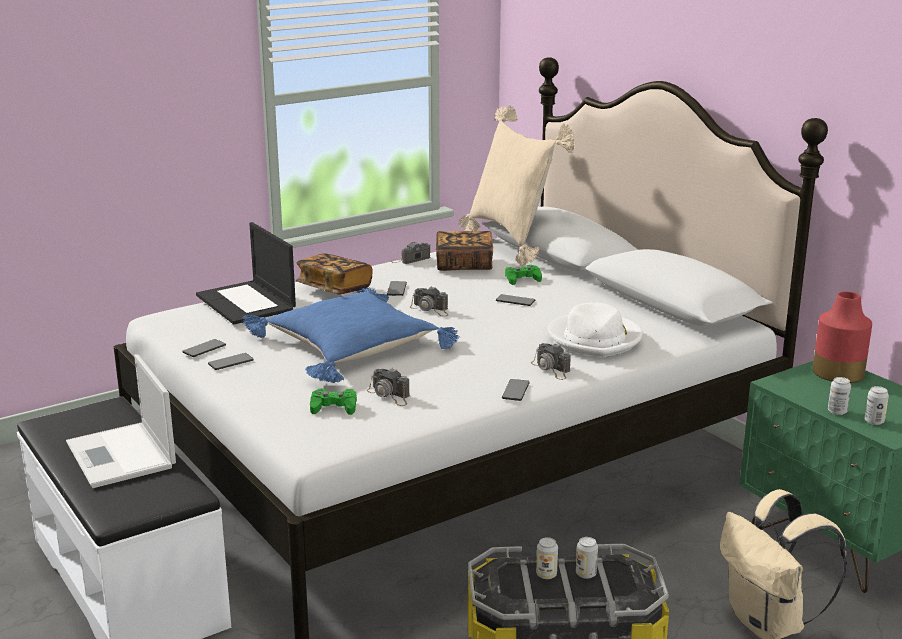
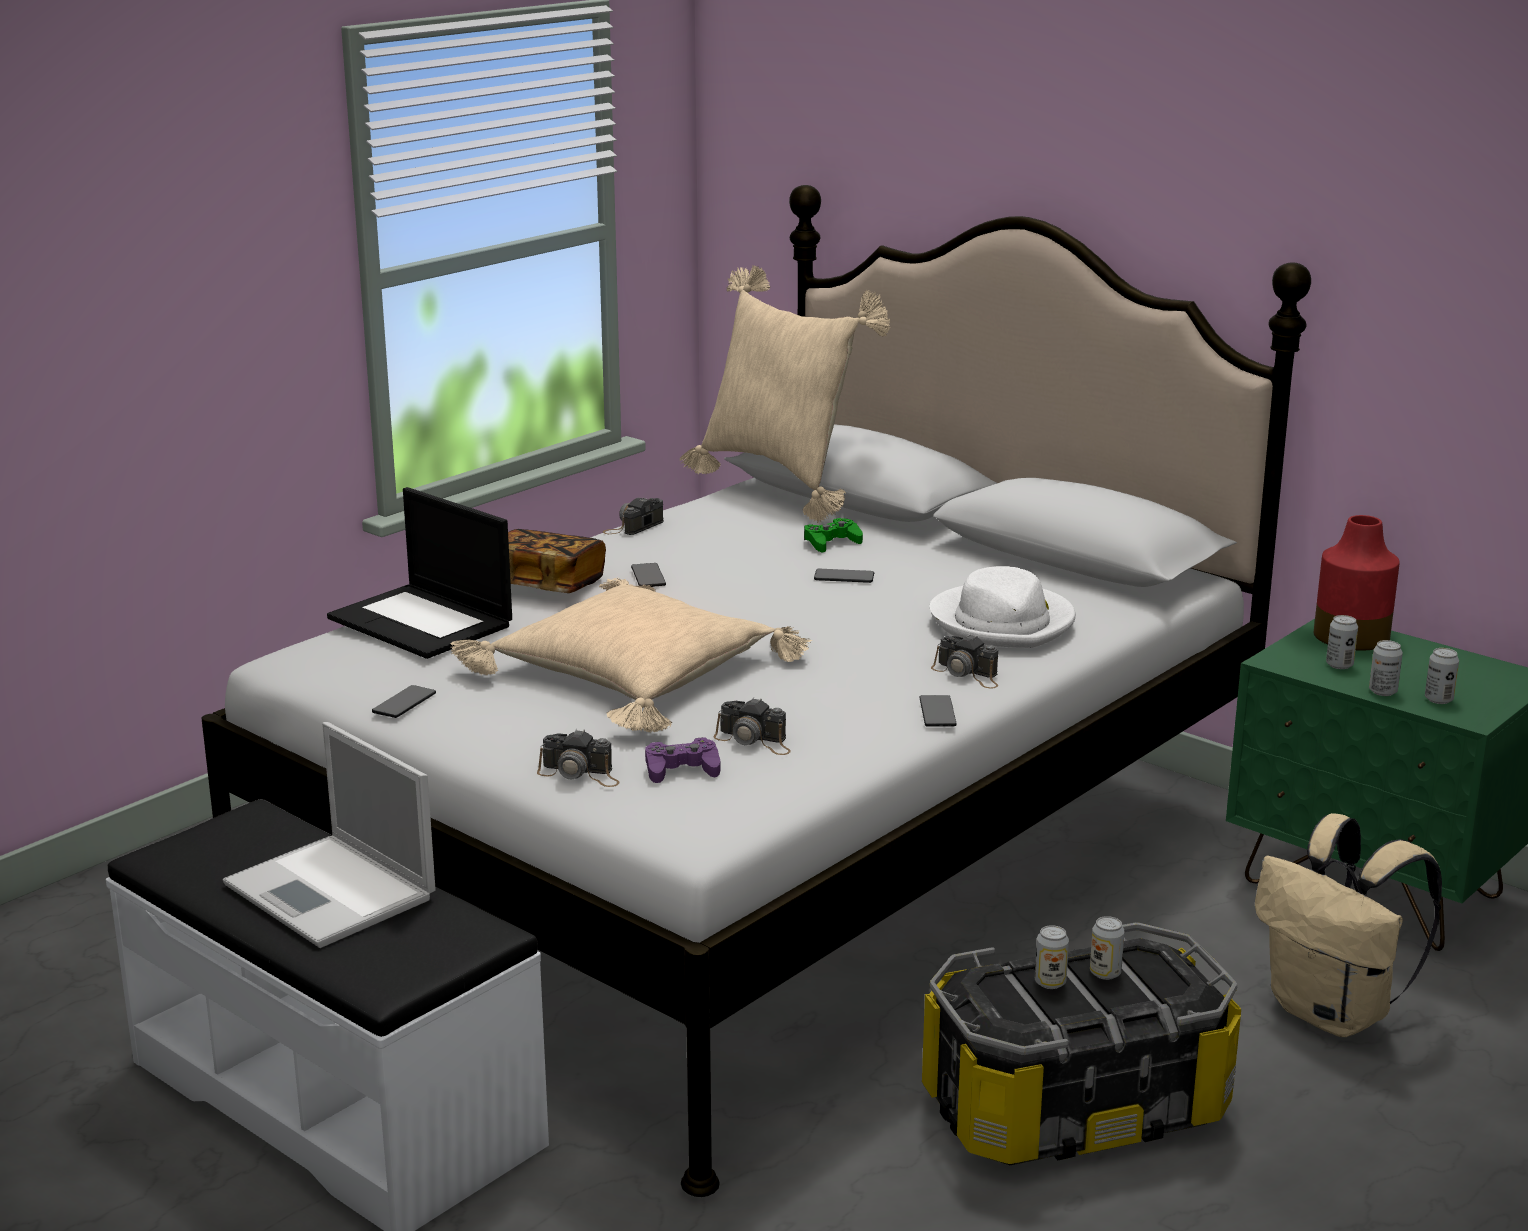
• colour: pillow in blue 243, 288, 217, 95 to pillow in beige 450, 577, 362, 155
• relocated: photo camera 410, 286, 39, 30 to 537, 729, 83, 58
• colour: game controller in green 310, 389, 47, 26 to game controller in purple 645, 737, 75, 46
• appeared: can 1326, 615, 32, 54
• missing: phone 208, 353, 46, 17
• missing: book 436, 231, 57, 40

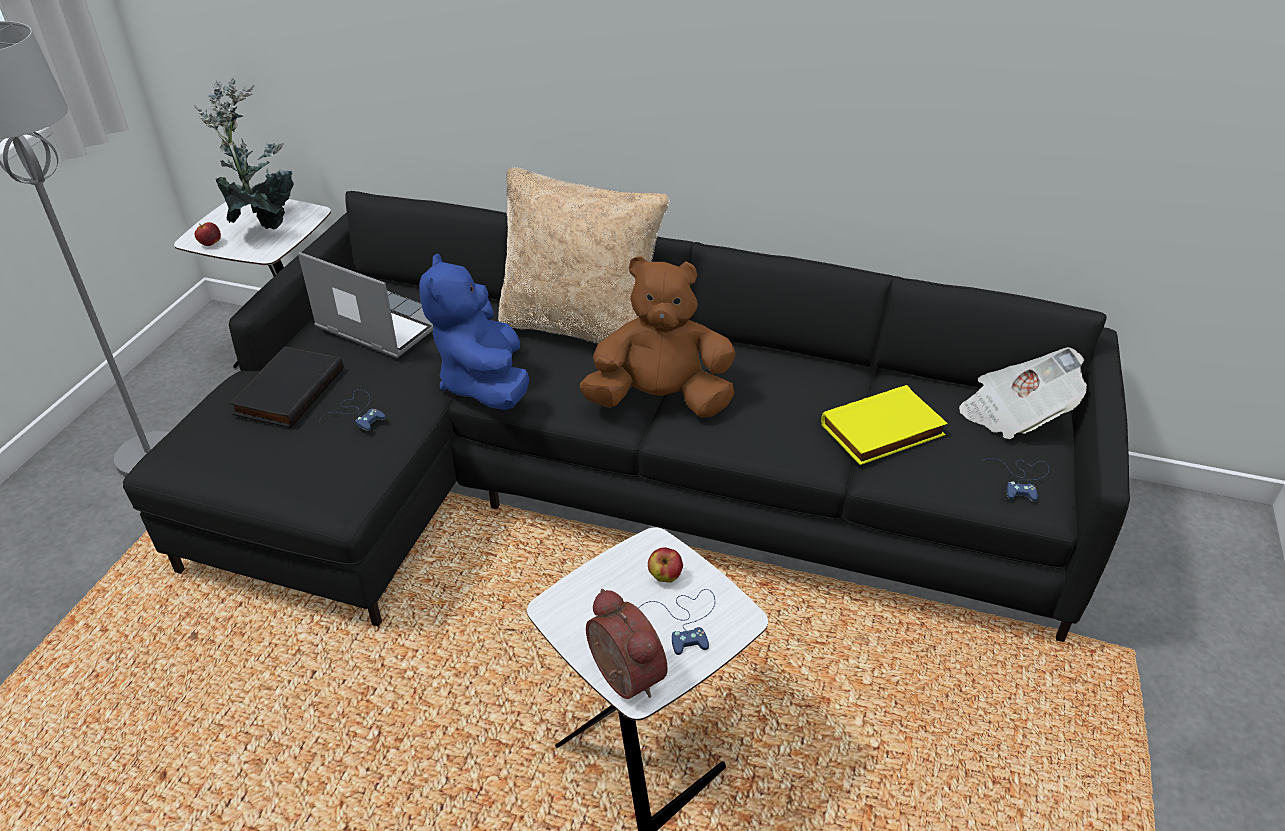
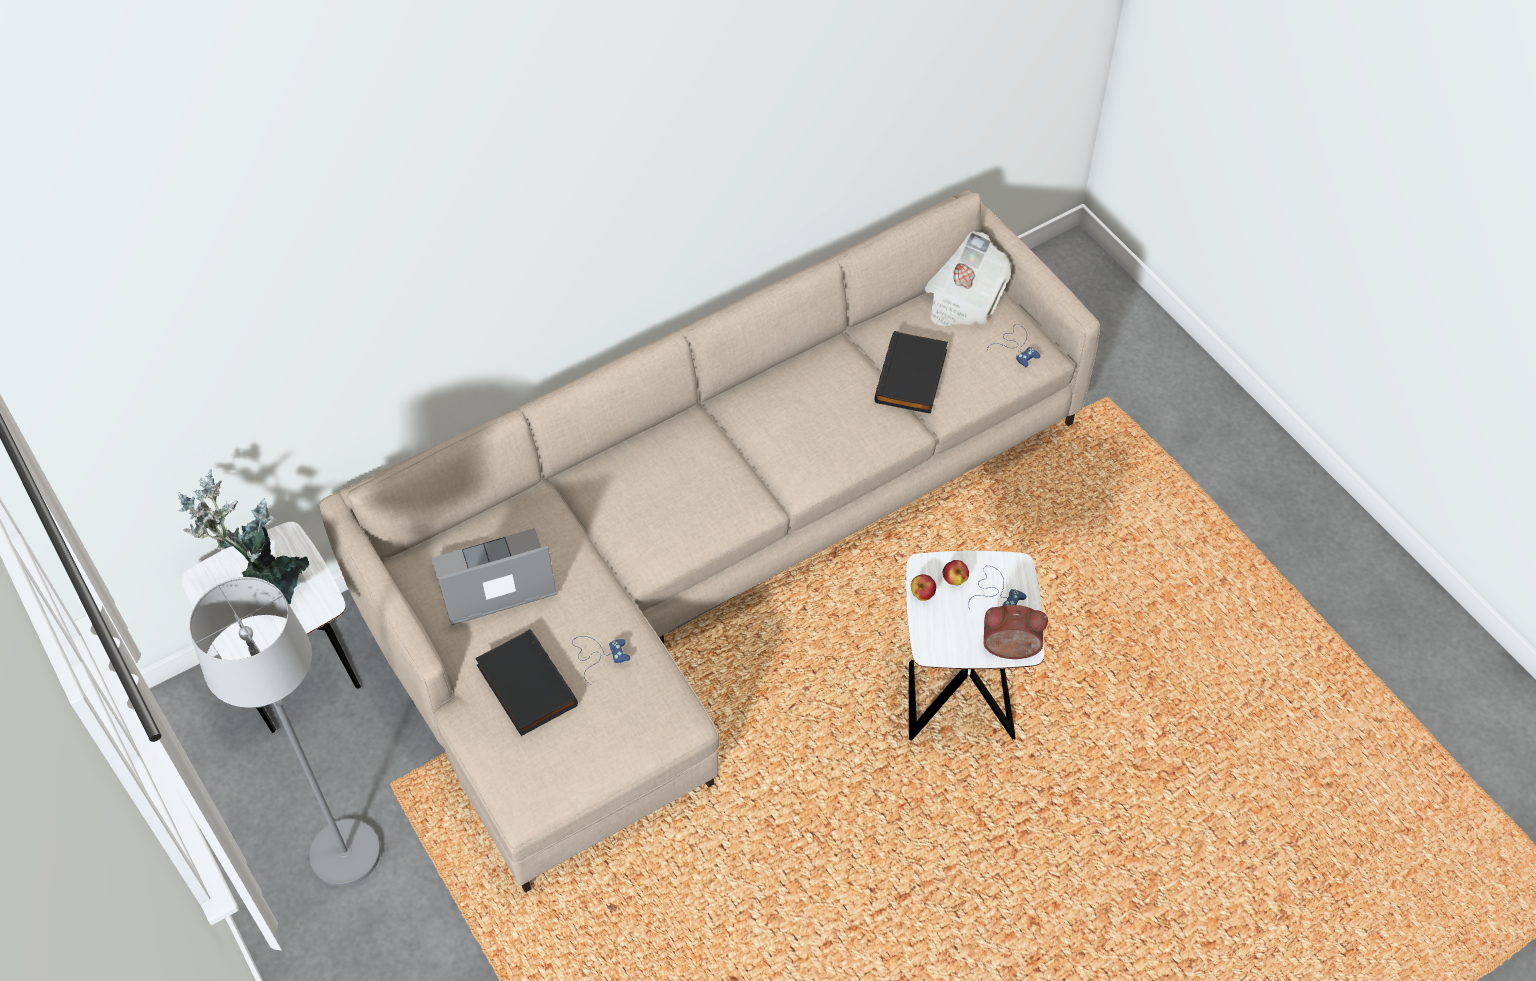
• colour: sofa in black 123, 191, 1007, 451 to sofa in beige 319, 190, 781, 703
• colour: book in yellow 821, 385, 127, 80 to book in black 874, 331, 74, 83
• relocated: apple 195, 222, 26, 24 to 911, 574, 25, 27
• missing: plush toy in blue 419, 253, 110, 157
• missing: pillow in beige 498, 167, 172, 177
• missing: plush toy in brown 580, 256, 155, 162

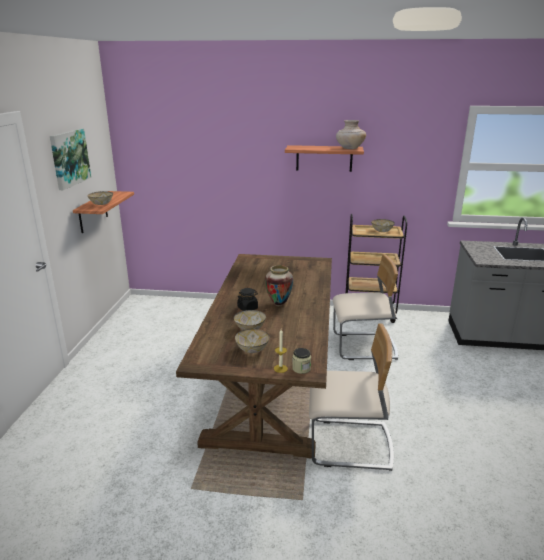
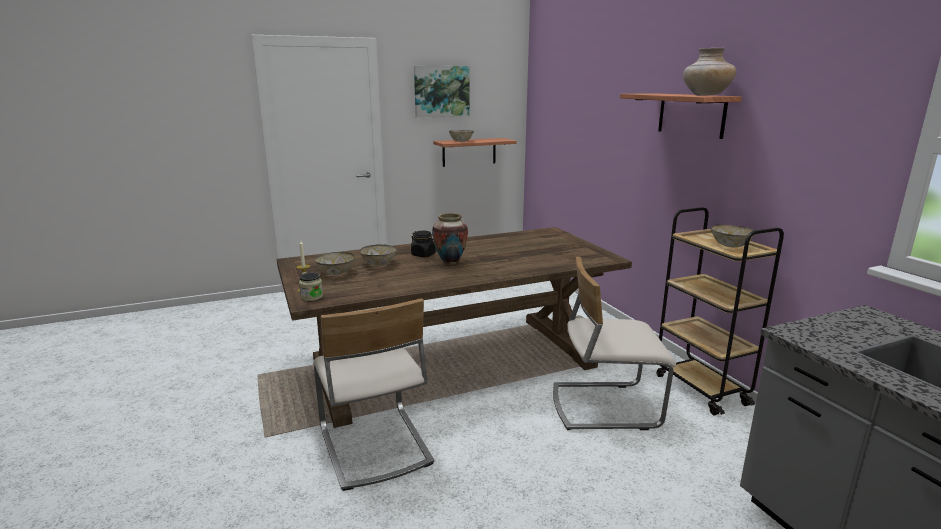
• spun: chair in beige 333, 254, 65, 106 = 553, 257, 123, 173 120 degrees clockwise

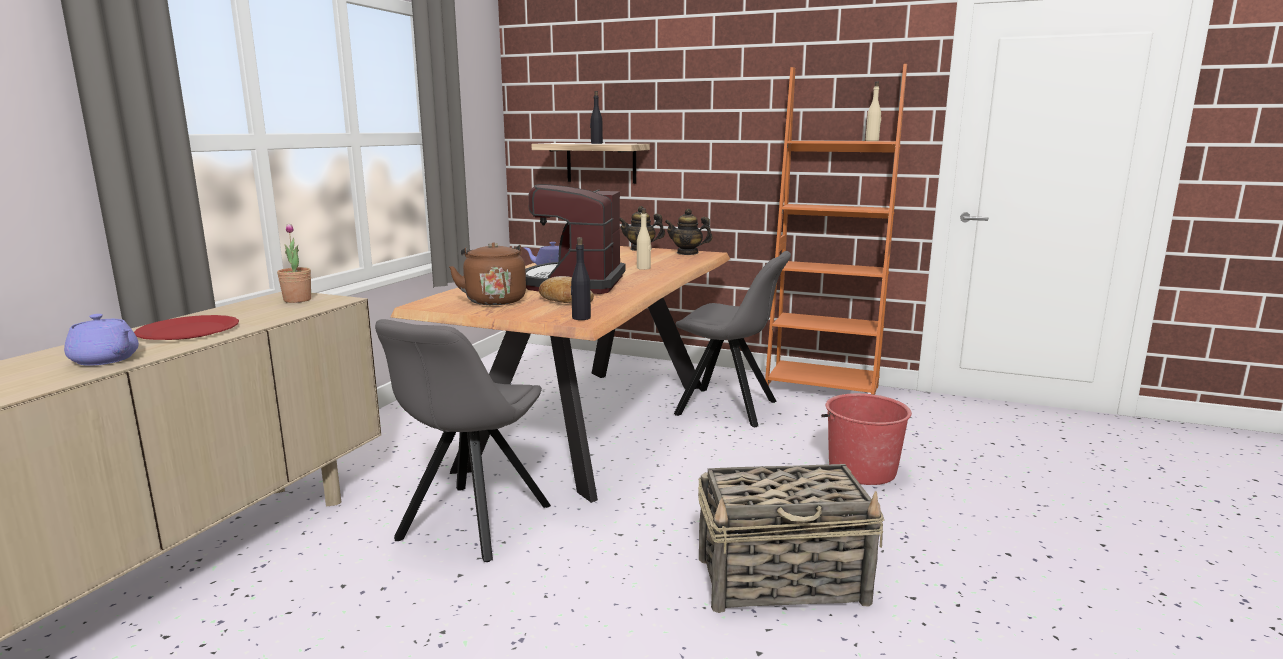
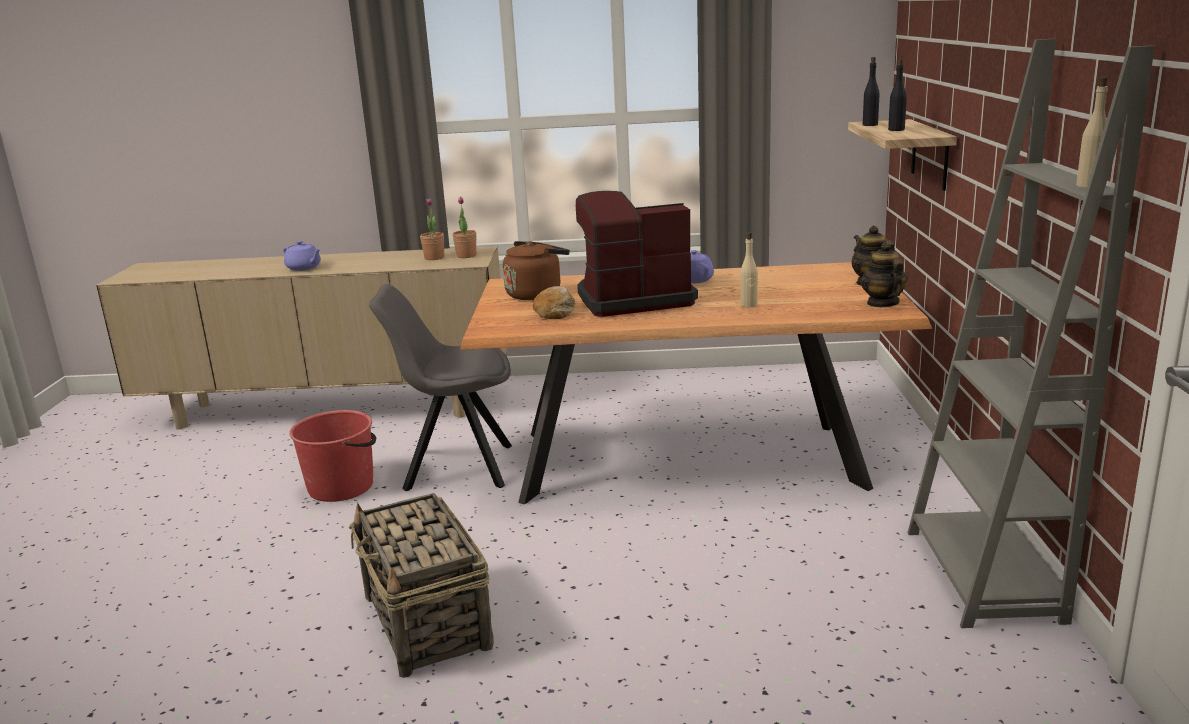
• spun: teapot in purple 64, 314, 75, 52 = 283, 241, 38, 30 60 degrees counterclockwise
• relocated: bucket in red 821, 393, 91, 92 to 289, 410, 87, 92
• appeared: potted plant 420, 199, 24, 61
• relocated: bottle in black 571, 237, 20, 83 to 863, 57, 16, 69
• colour: bookcase in orange 764, 64, 143, 331 to bookcase in grey 908, 39, 247, 589
• missing: plate in red 134, 315, 105, 25
• missing: chair in grey 674, 251, 117, 176

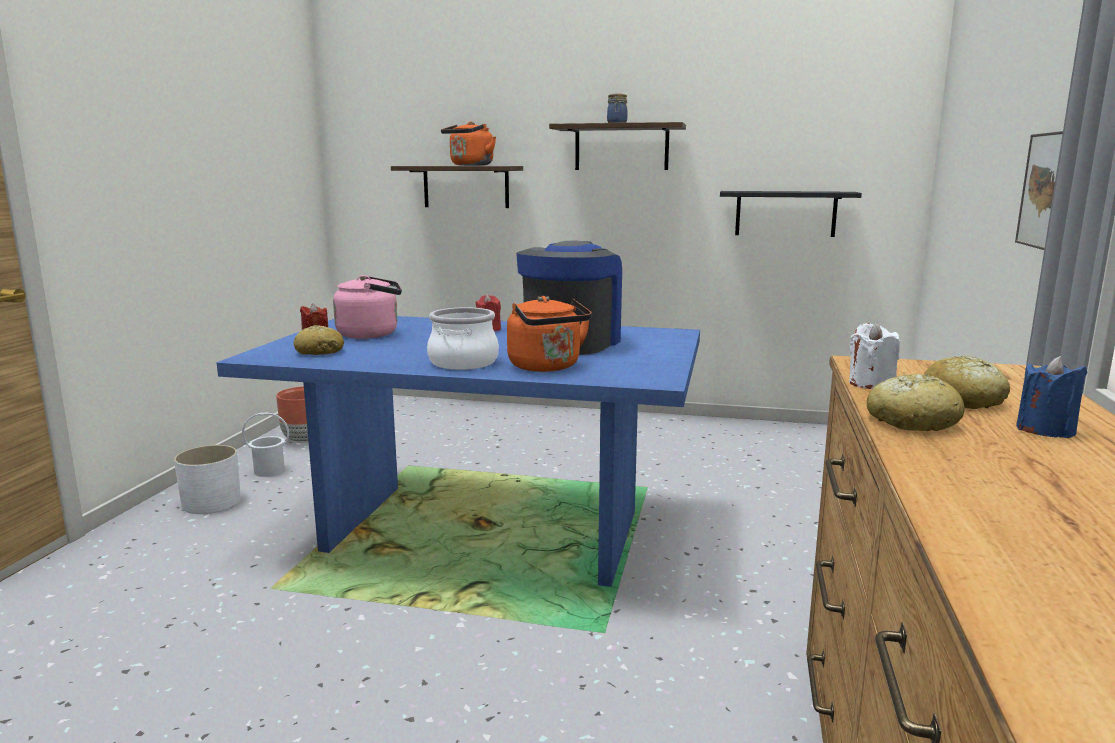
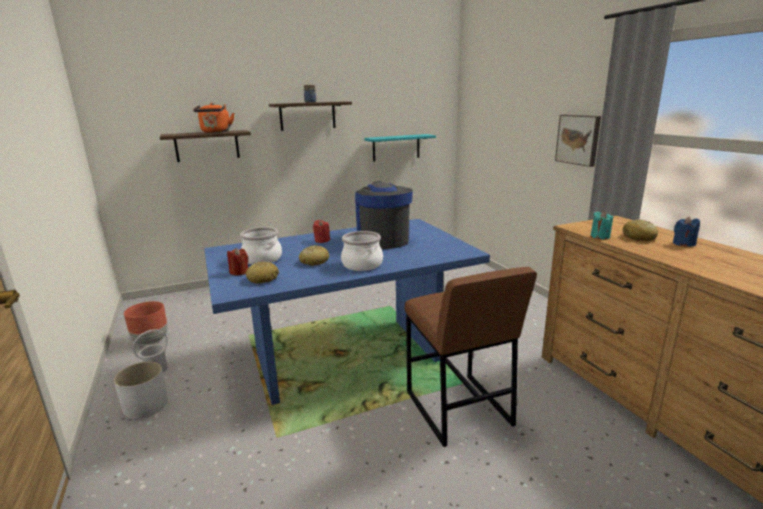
• exchanged: kettle in pink 333, 275, 69, 64 to cooking pot 240, 227, 42, 38
• relocated: bread 867, 374, 98, 57 to 299, 245, 30, 21
• colour: shelf in black 720, 191, 142, 46 to shelf in turquoise 364, 134, 72, 28
• appeared: chair in brown 405, 267, 132, 180
• colour: candle in white 849, 322, 51, 67 to candle in turquoise 591, 211, 22, 29
• missing: kettle in orange 507, 296, 85, 76

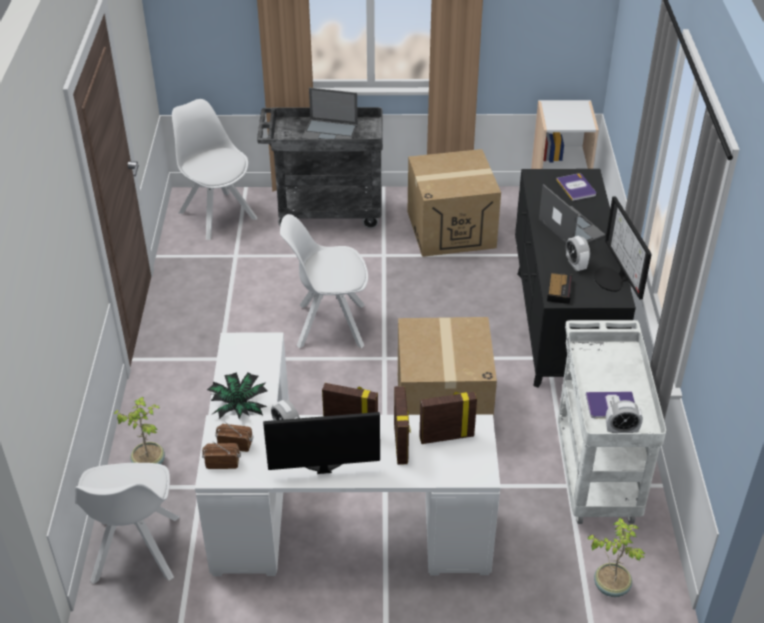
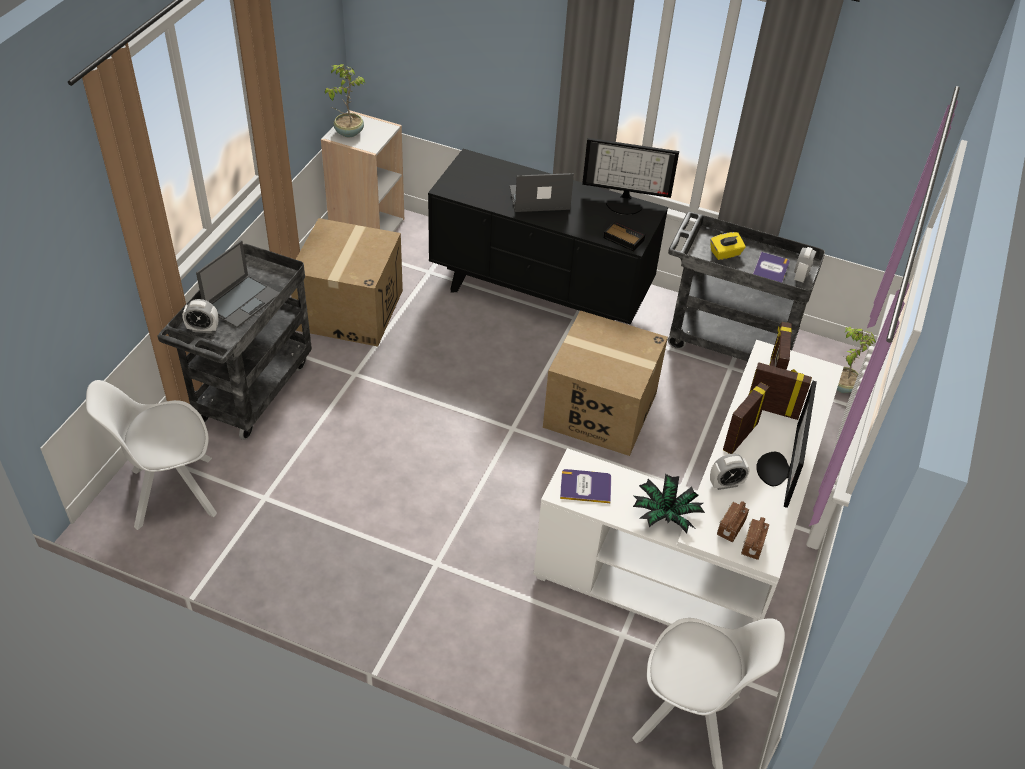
• relocated: alarm clock 566, 236, 24, 35 to 182, 299, 36, 34
• relocated: potted plant 114, 397, 51, 67 to 325, 64, 40, 73
• relocated: book 556, 173, 40, 28 to 560, 469, 51, 34
• colour: cart in white 558, 320, 108, 204 to cart in black 668, 212, 157, 149
• appeared: tissue box in yellow 710, 232, 36, 28
• missing: chair in white 280, 214, 88, 134

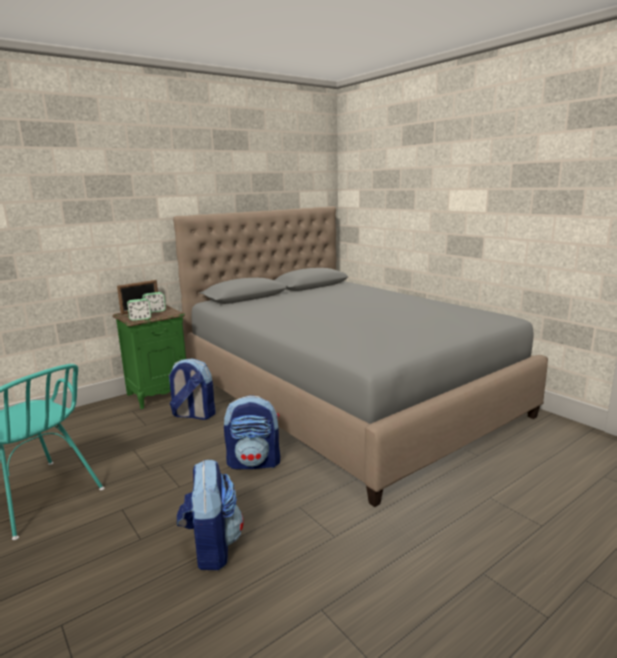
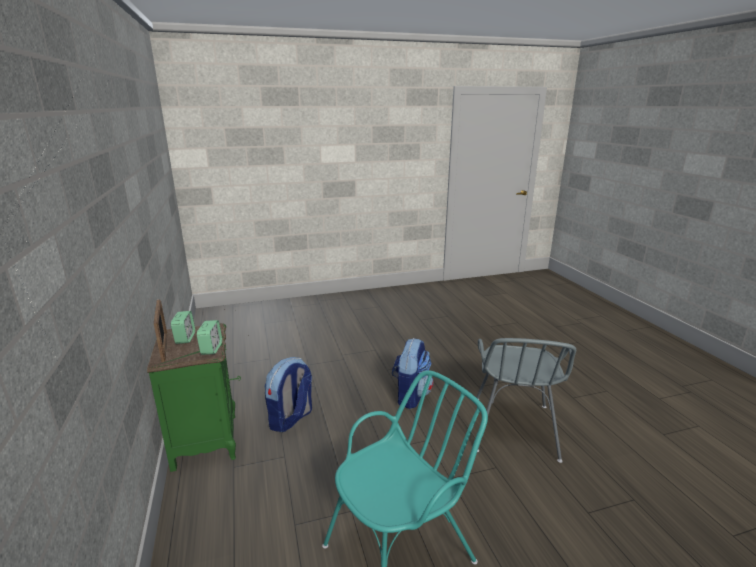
• exchanged: backpack 177, 460, 67, 110 to chair in grey 476, 338, 100, 125
• missing: bed in grey 173, 206, 375, 301

